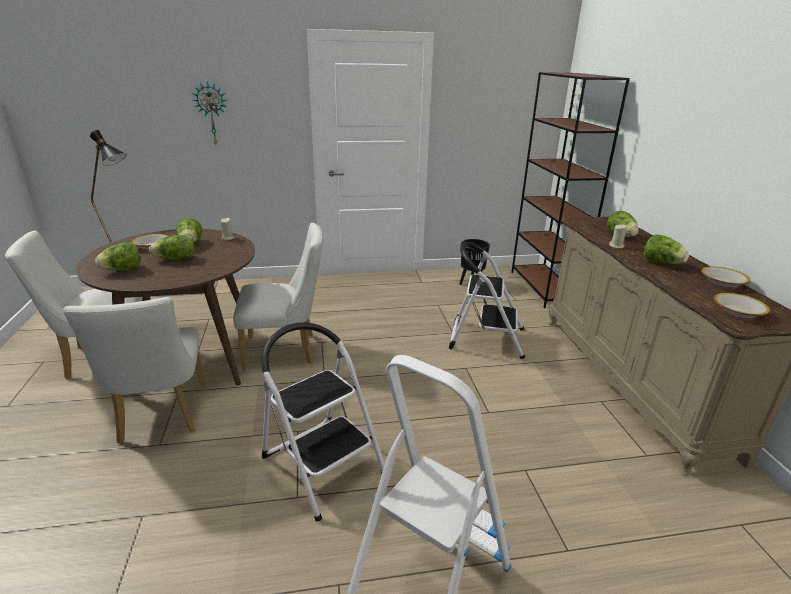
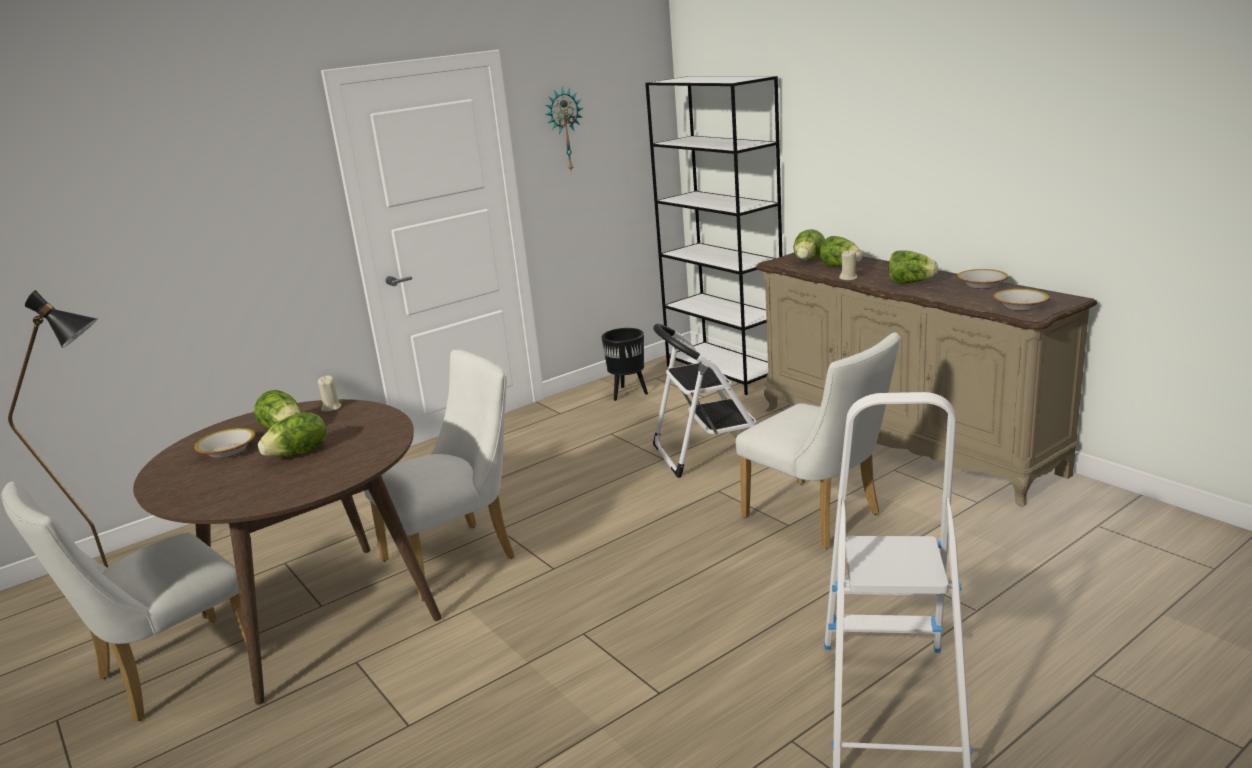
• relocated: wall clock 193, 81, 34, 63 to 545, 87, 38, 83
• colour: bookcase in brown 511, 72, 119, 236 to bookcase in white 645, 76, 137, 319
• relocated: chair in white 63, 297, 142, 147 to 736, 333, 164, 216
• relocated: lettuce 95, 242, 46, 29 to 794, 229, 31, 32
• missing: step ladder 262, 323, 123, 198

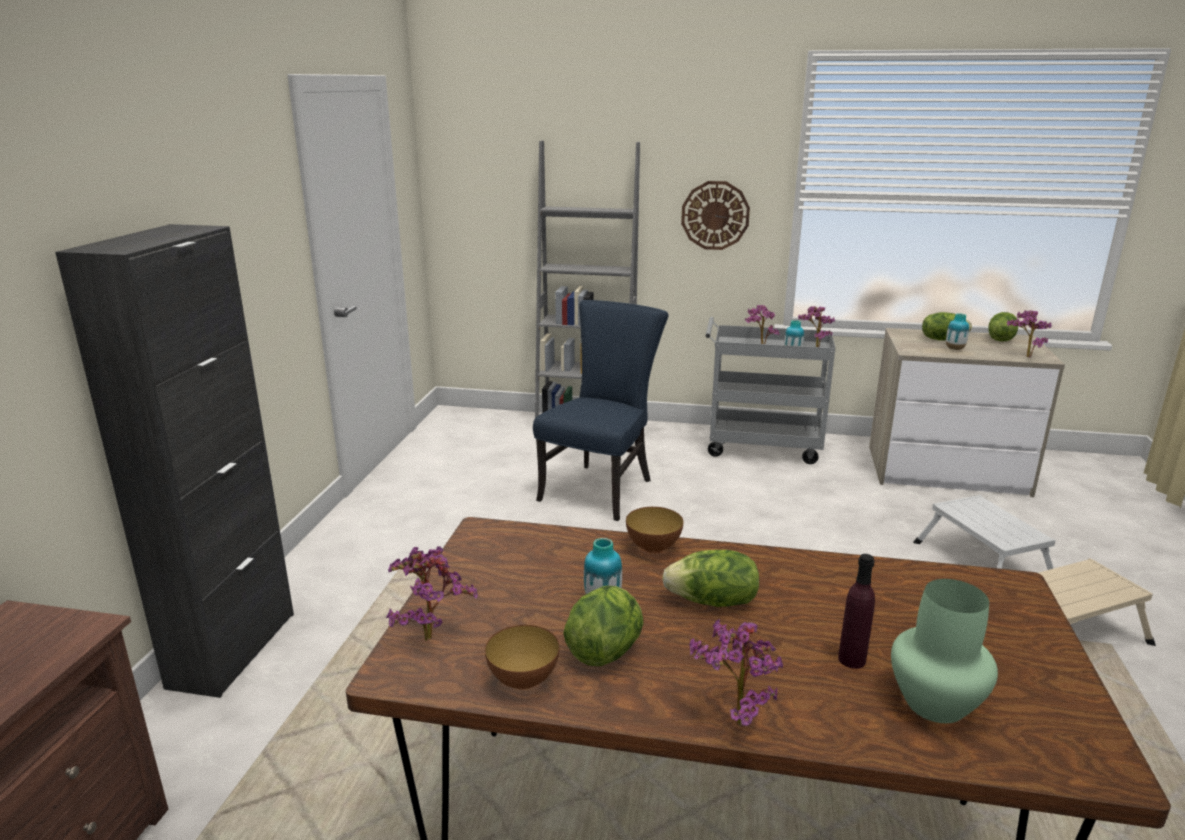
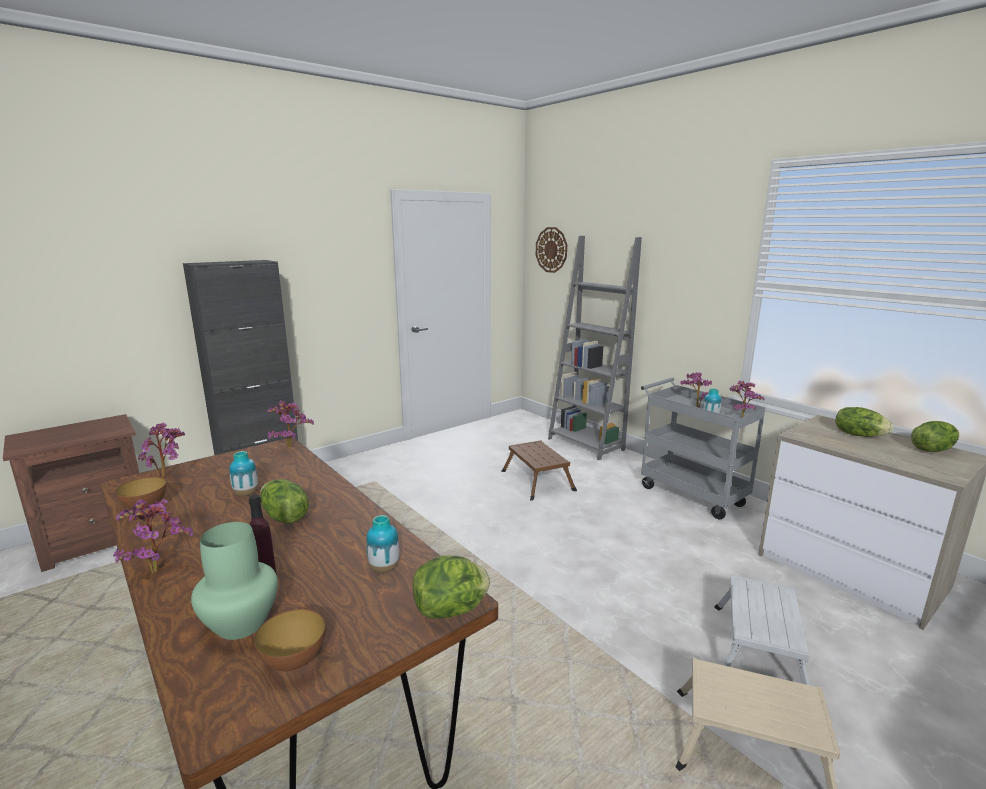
• relocated: bowl 626, 507, 58, 47 to 254, 609, 72, 62
• relocated: potted plant 1007, 310, 45, 48 to 267, 401, 47, 48
• relocated: vase 946, 313, 23, 37 to 366, 515, 33, 58
• relocated: lettuce 563, 586, 81, 80 to 413, 556, 77, 63
• exchanged: chair in blue 533, 300, 136, 221 to step ladder in brown 501, 440, 76, 61
• relocated: wall clock 681, 181, 69, 69 to 536, 227, 31, 46

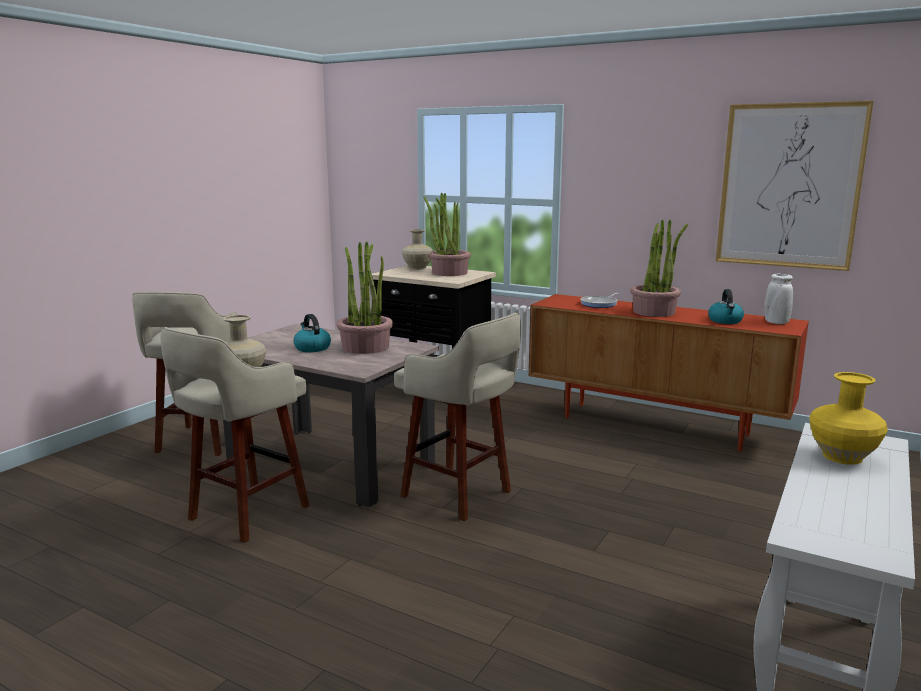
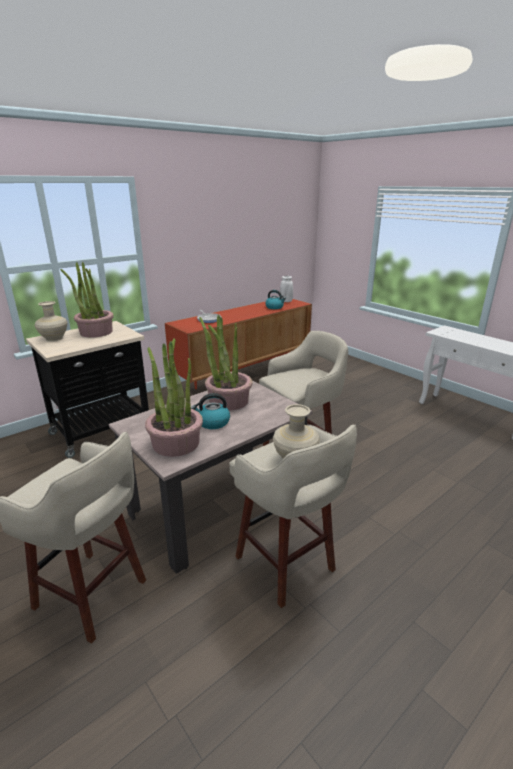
• relocated: potted plant 630, 219, 58, 98 to 145, 338, 58, 119
• missing: picture 716, 101, 158, 170
• missing: vase in yellow 809, 372, 79, 93

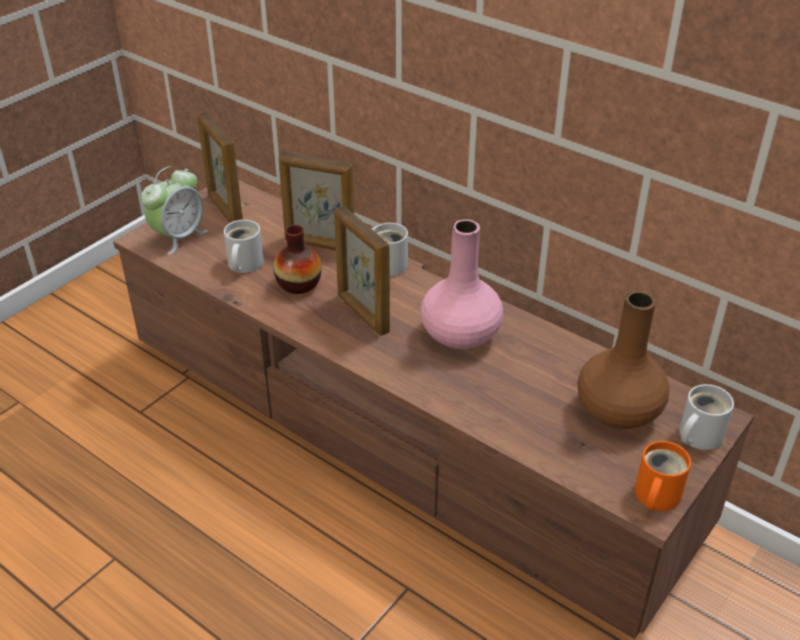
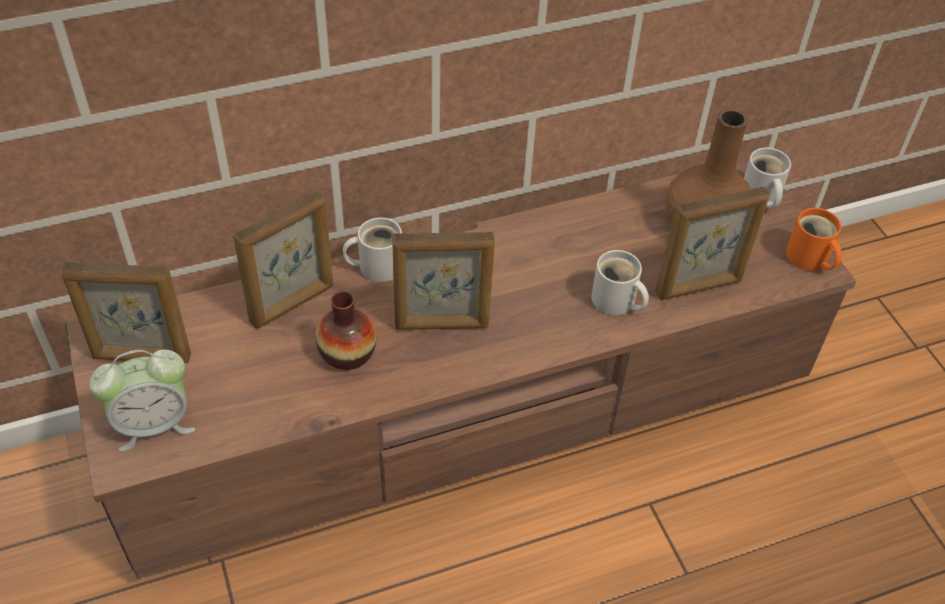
• spun: alarm clock 141, 166, 67, 89 = 89, 350, 106, 101 90 degrees clockwise
• relocated: mug in white 224, 220, 40, 53 to 591, 250, 58, 65
• appeared: picture frame 655, 187, 115, 113
• missing: vase in pink 421, 219, 82, 130

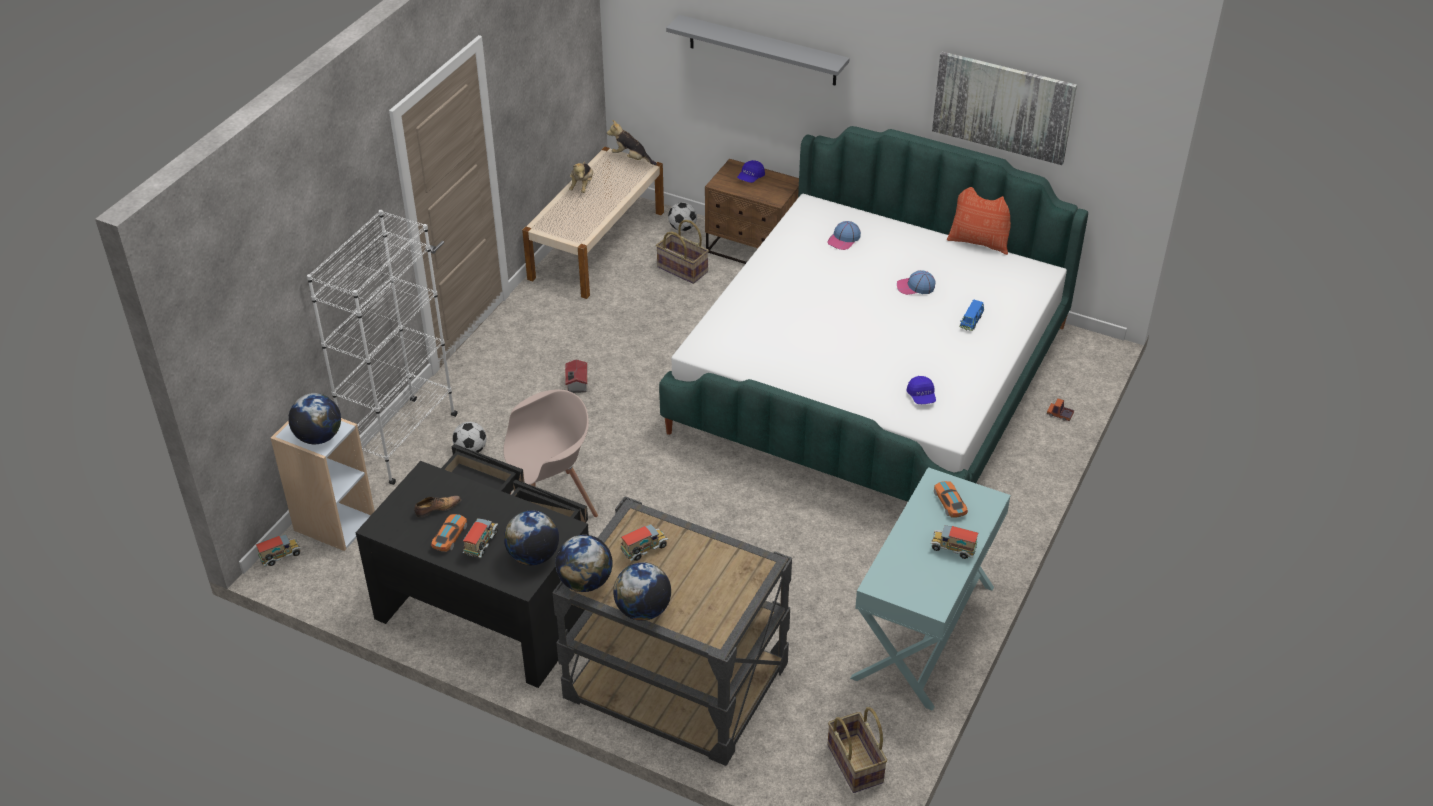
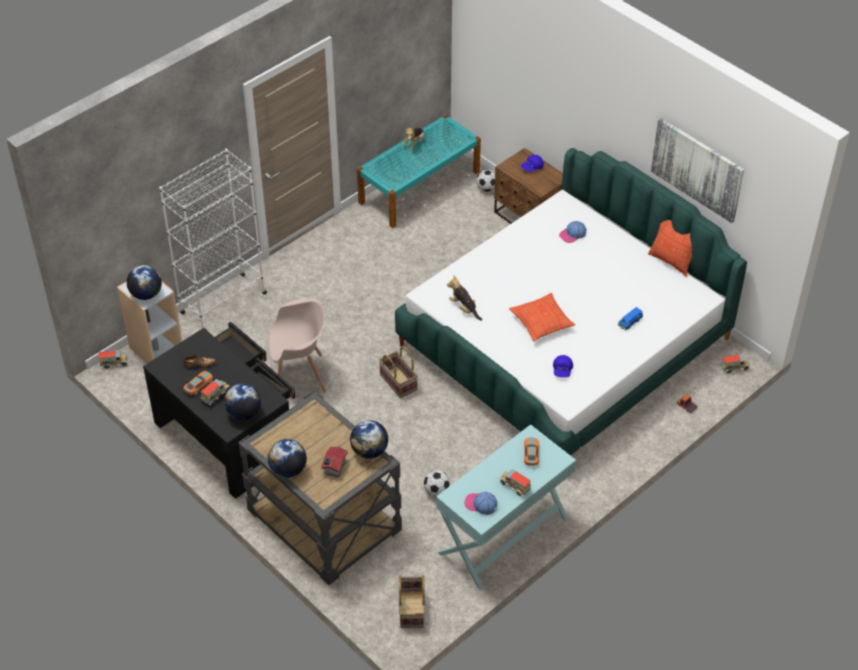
• relocated: toy house 565, 359, 22, 34 to 321, 447, 27, 30
• relocated: globe 555, 535, 58, 57 to 350, 420, 38, 39
• colour: bench in beige 522, 147, 142, 152 to bench in turquoise 357, 114, 124, 114
• relocated: basket 656, 220, 53, 64 to 379, 346, 39, 52
• relocated: football 452, 422, 34, 31 to 424, 470, 26, 26
• relocated: plush toy 607, 120, 50, 45 to 447, 275, 35, 46
• relocated: cap 897, 270, 39, 25 to 464, 492, 33, 23
• appeared: pillow in orange 509, 293, 66, 49
• relocated: toy truck 621, 524, 47, 37 to 721, 354, 29, 19
• missing: shelf in grey 666, 15, 184, 71

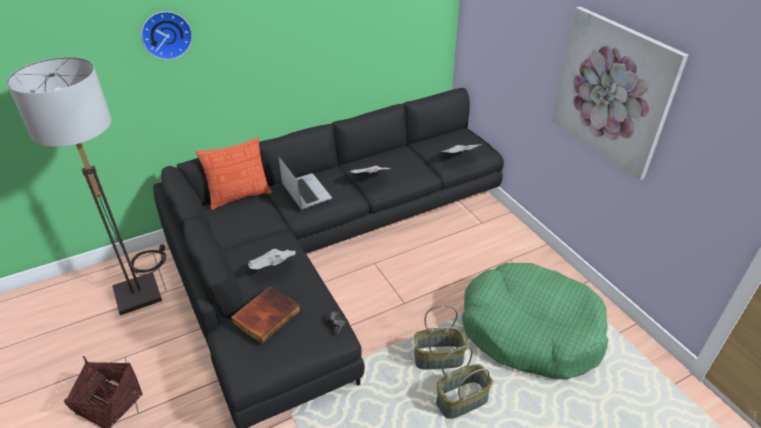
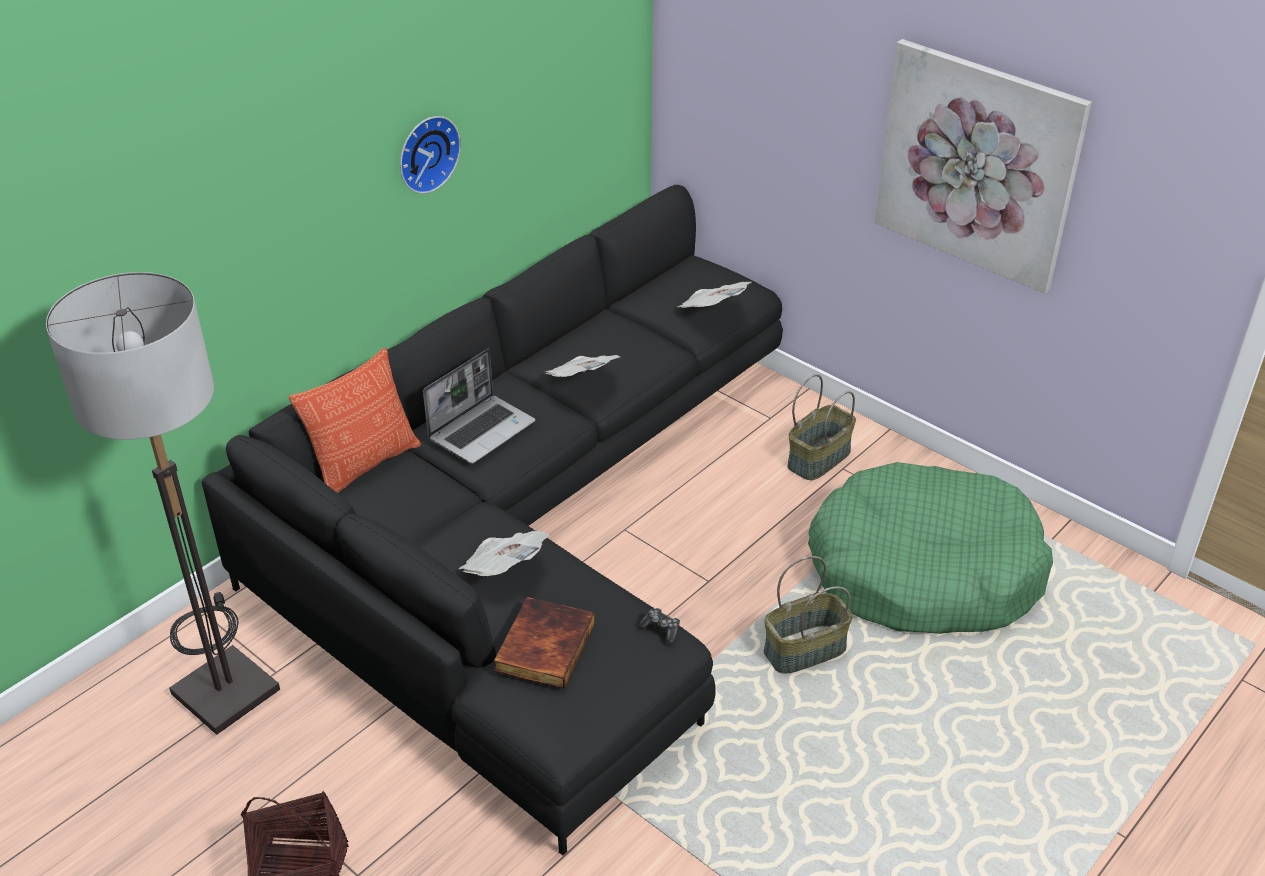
• relocated: wall clock 141, 11, 51, 49 to 400, 116, 61, 78
• spun: laptop 279, 157, 53, 52 = 423, 349, 112, 115 90 degrees clockwise
• relocated: basket 436, 346, 57, 73 to 787, 374, 69, 106

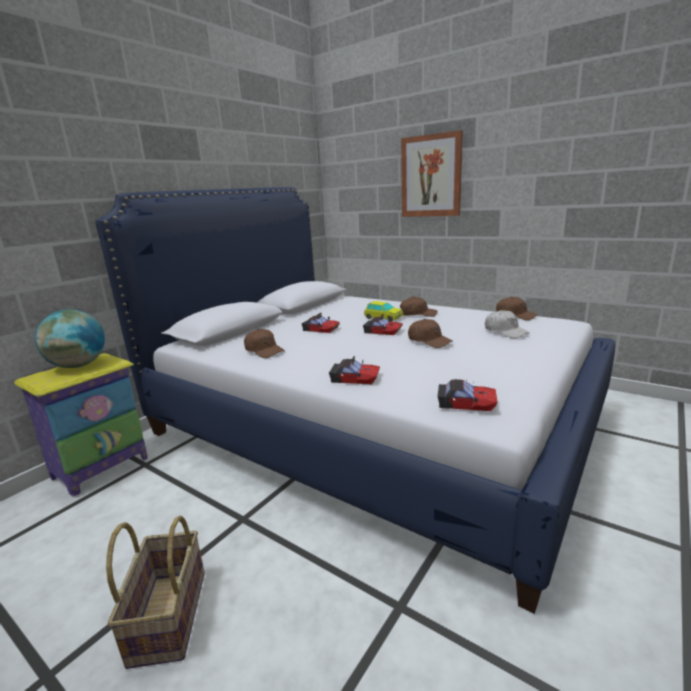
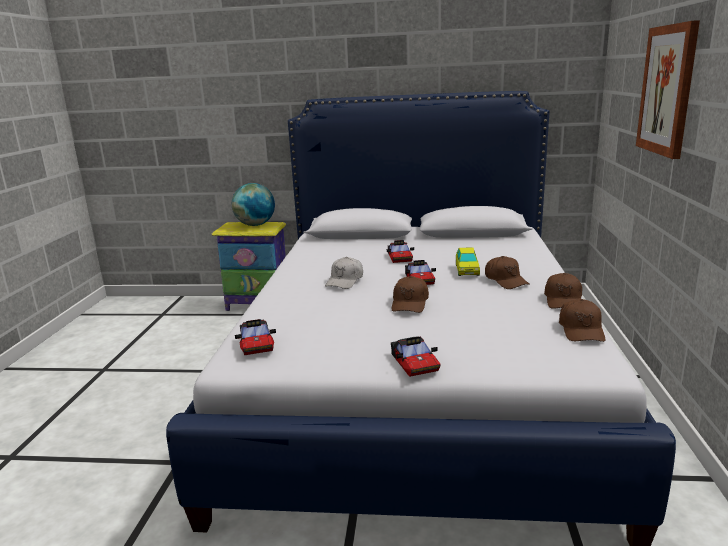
• relocated: cap in white 485, 310, 44, 28 to 325, 257, 38, 32
• relocated: toy car 329, 355, 51, 29 to 391, 336, 49, 41
• relocated: cap in brown 244, 329, 41, 29 to 544, 273, 38, 36
• missing: basket 106, 516, 99, 153

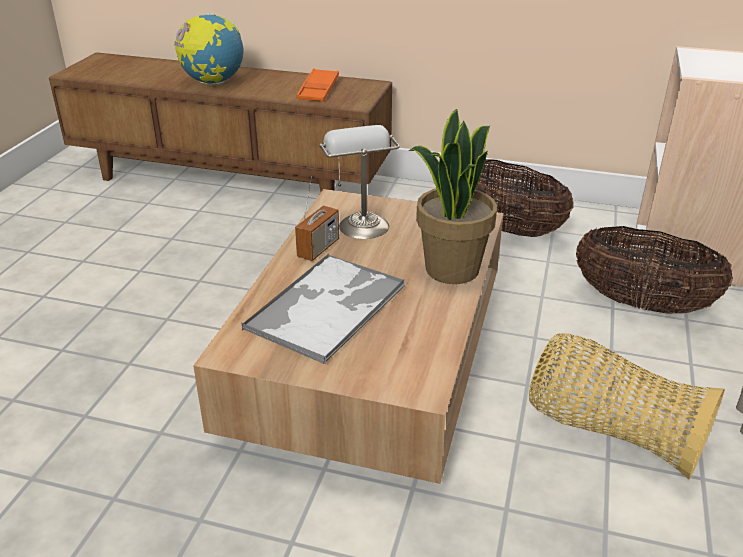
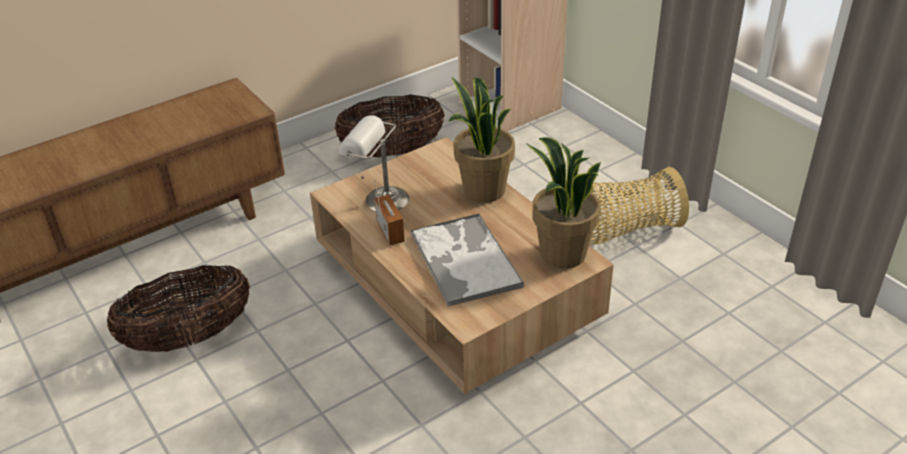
• relocated: basket 576, 226, 157, 87 to 107, 265, 143, 87
• appeared: potted plant 526, 137, 75, 132
• missing: globe 174, 13, 69, 72
• missing: tray in orange 296, 68, 43, 34

